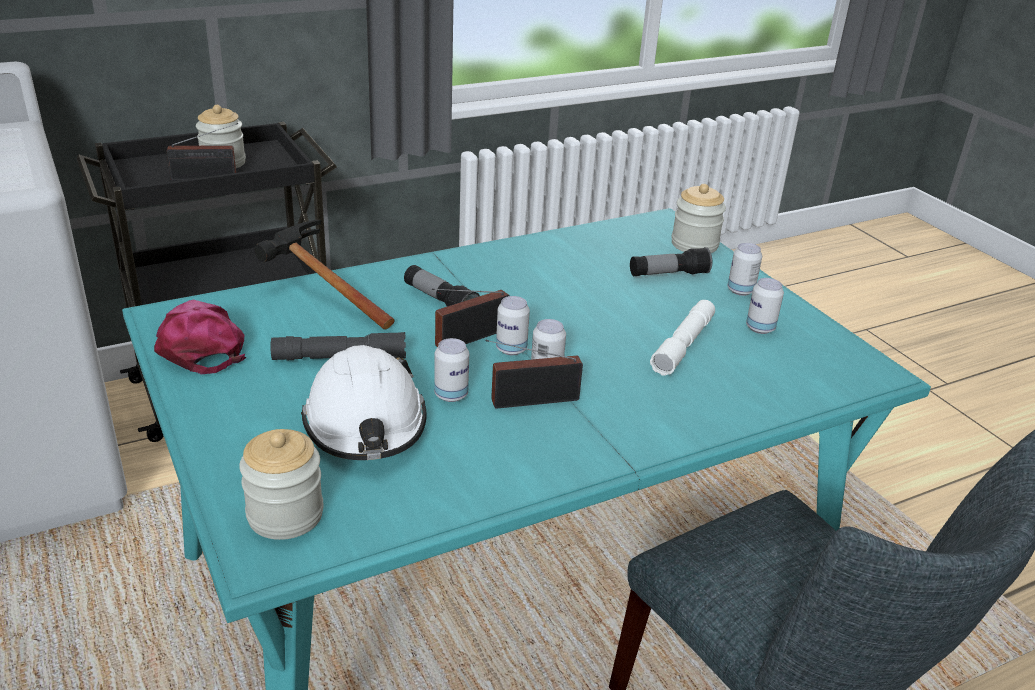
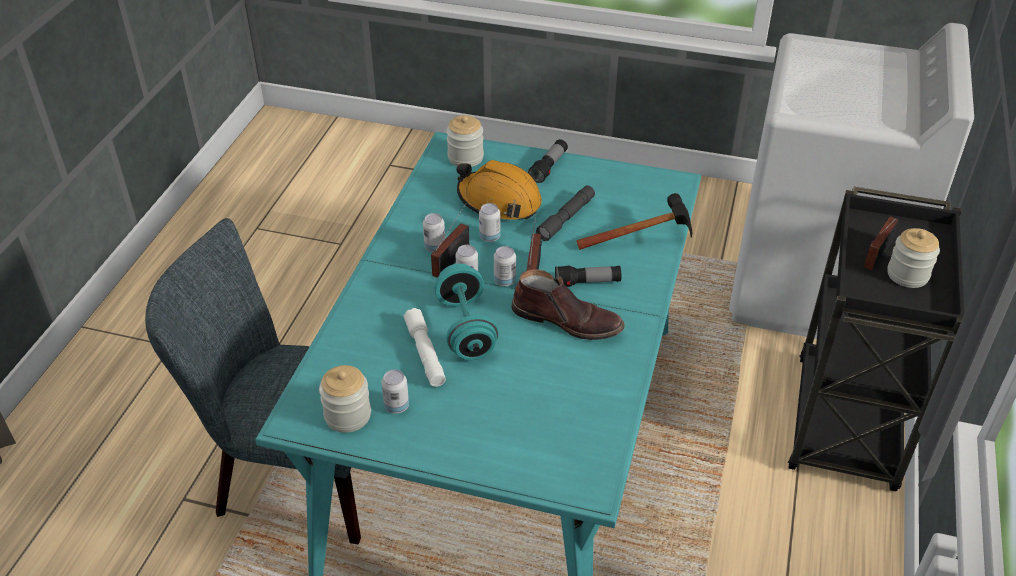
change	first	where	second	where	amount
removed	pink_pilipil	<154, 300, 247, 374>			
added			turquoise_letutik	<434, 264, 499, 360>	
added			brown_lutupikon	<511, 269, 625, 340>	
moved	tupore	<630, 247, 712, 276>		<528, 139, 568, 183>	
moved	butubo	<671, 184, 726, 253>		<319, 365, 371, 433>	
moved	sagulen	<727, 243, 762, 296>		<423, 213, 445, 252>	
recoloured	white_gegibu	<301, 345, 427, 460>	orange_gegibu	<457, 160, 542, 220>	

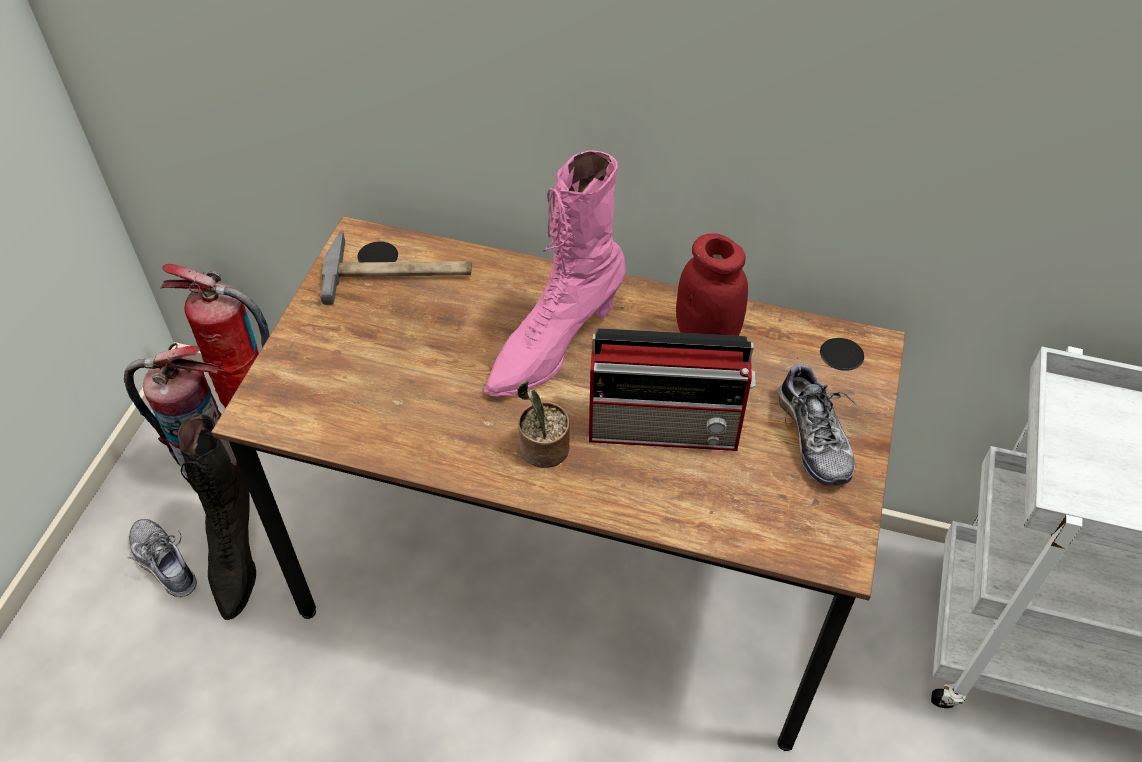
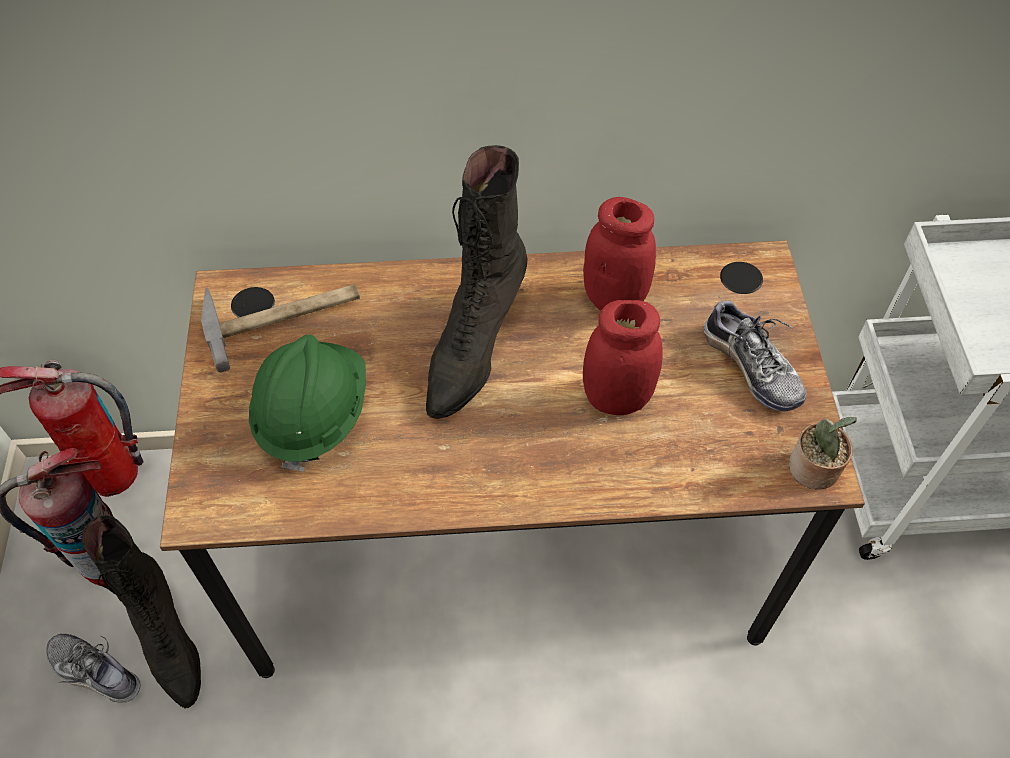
change	first	where	second	where	amount
added			green_gegibu	<249, 335, 366, 472>	
moved	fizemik	<517, 381, 570, 468>		<789, 417, 857, 489>	
replaced	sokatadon	<589, 328, 756, 451>	red_butubo	<583, 300, 663, 415>	
recoloured	pink_lutupikon	<484, 150, 626, 397>	black_lutupikon	<426, 145, 527, 419>	

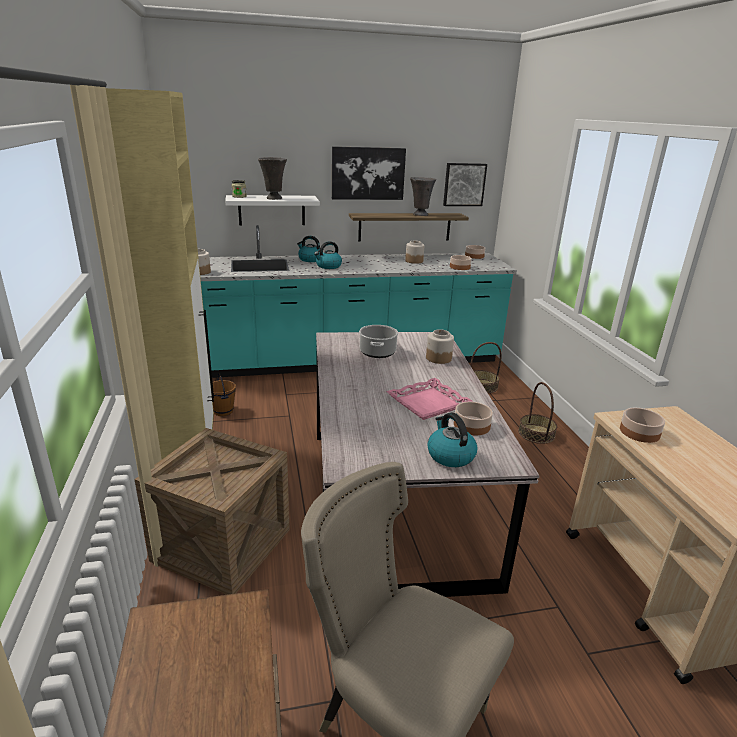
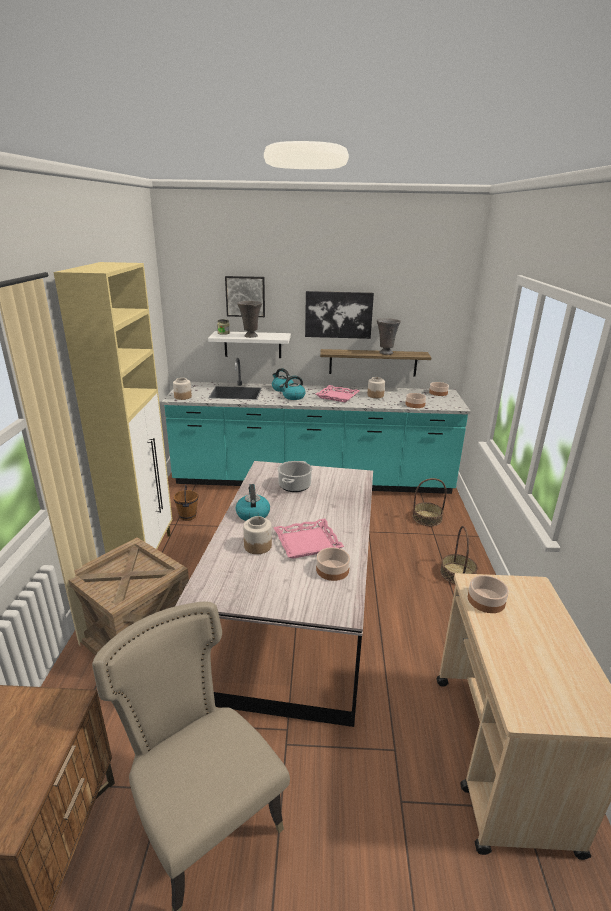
change	first	where	second	where	amount
added			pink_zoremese	<316, 385, 360, 402>	
moved	butubo	<426, 329, 454, 364>		<243, 516, 272, 554>	
moved	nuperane	<427, 413, 478, 467>		<236, 484, 270, 521>	
moved	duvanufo	<443, 163, 487, 206>		<225, 276, 265, 317>	

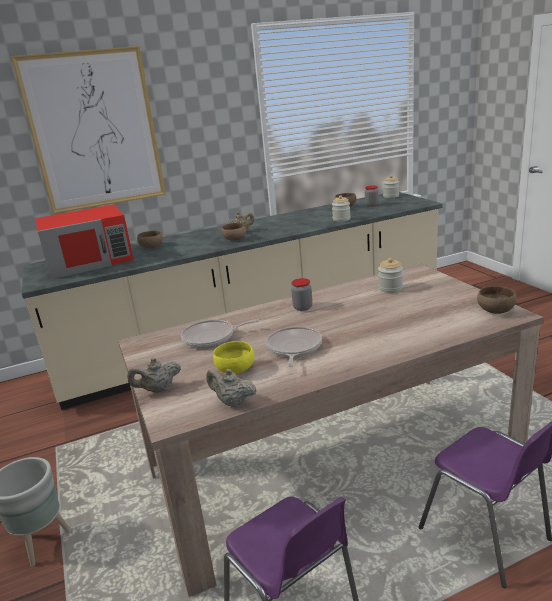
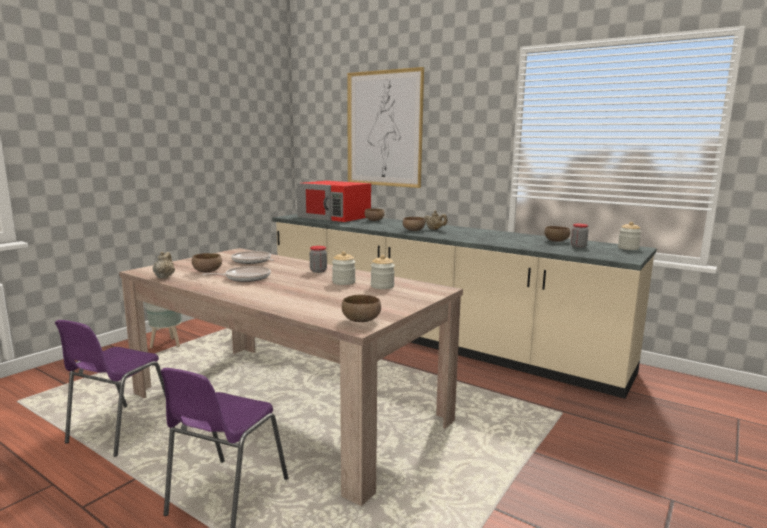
change	first	where	second	where	amount
removed	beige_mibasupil	<127, 358, 181, 393>			
moved	butubo	<332, 195, 350, 222>		<332, 251, 356, 285>	
recoloured	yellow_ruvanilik	<213, 341, 254, 374>	brown_ruvanilik	<192, 253, 222, 273>	

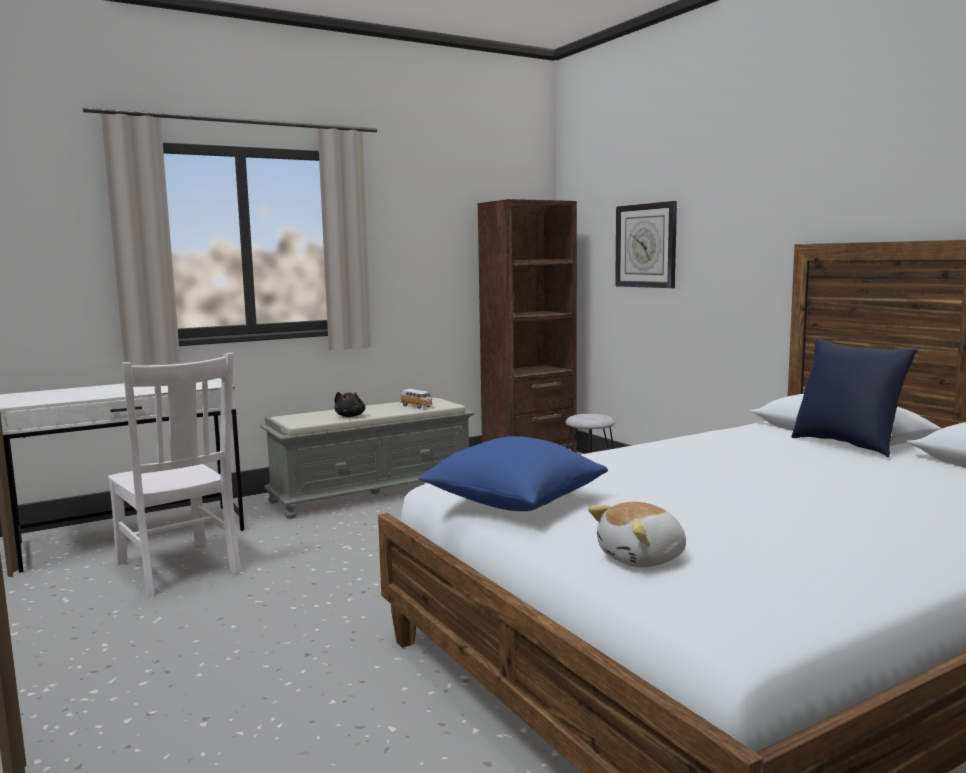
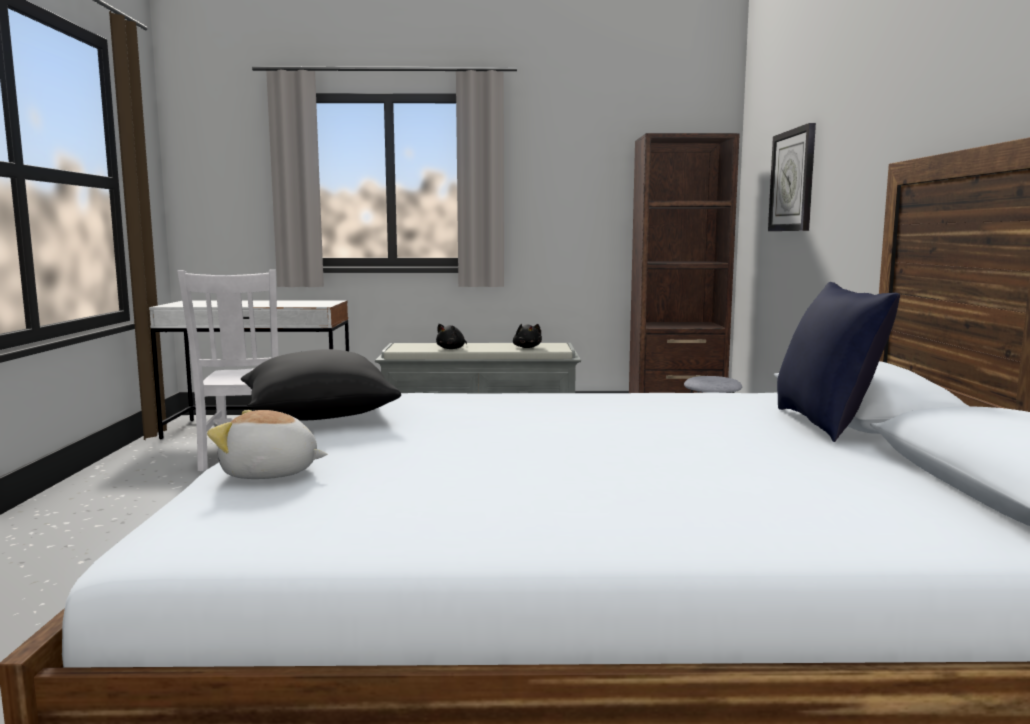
change	first	where	second	where	amount
replaced	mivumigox	<401, 389, 433, 409>	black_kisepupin	<513, 324, 542, 348>	
recoloured	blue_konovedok	<418, 436, 608, 511>	black_konovedok	<241, 349, 401, 420>	

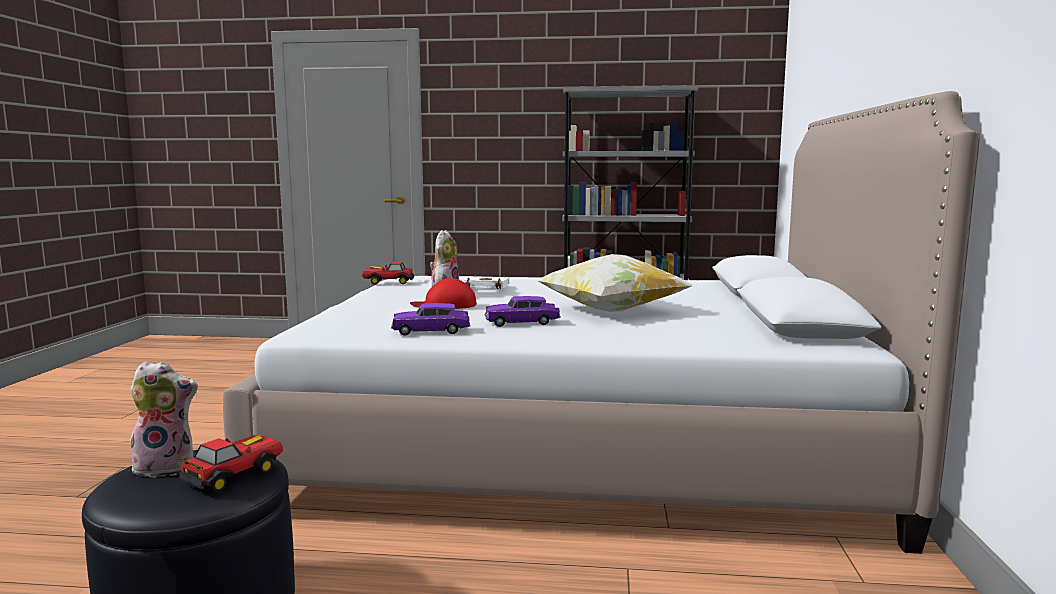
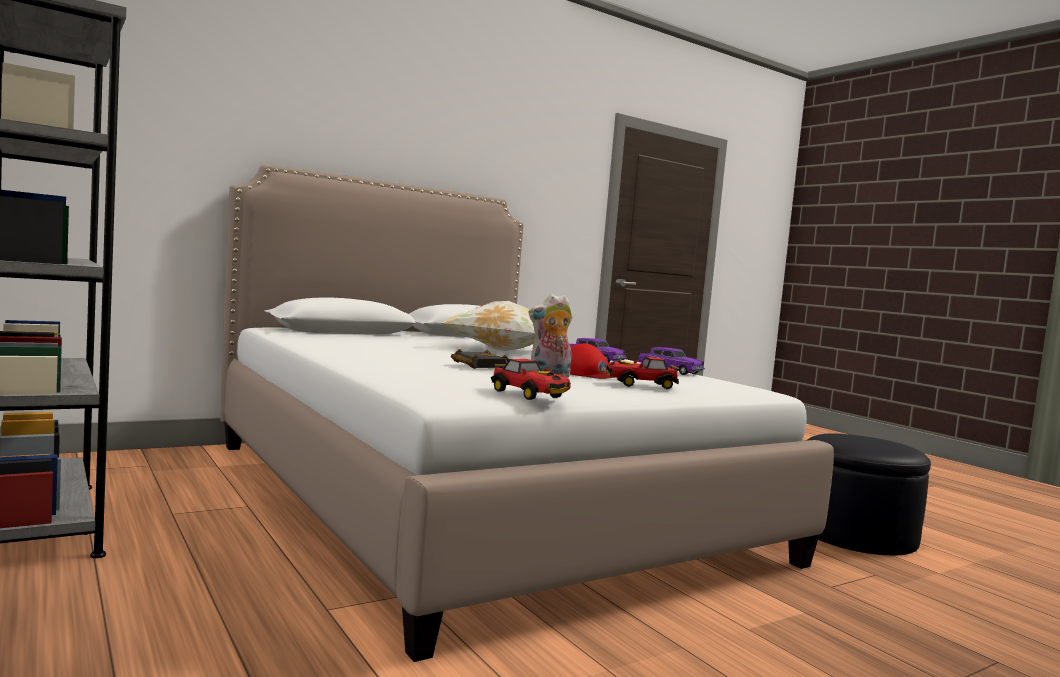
change	first	where	second	where	amount
removed	kisepupin	<130, 361, 198, 477>			
moved	mivumigox	<179, 434, 283, 492>		<605, 357, 679, 389>	
recoloured	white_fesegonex	<464, 275, 509, 289>	black_fesegonex	<451, 349, 509, 369>	

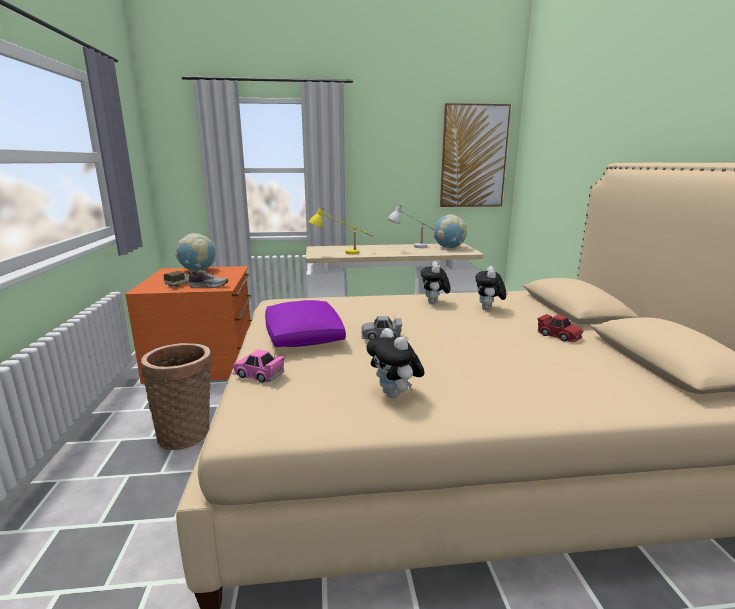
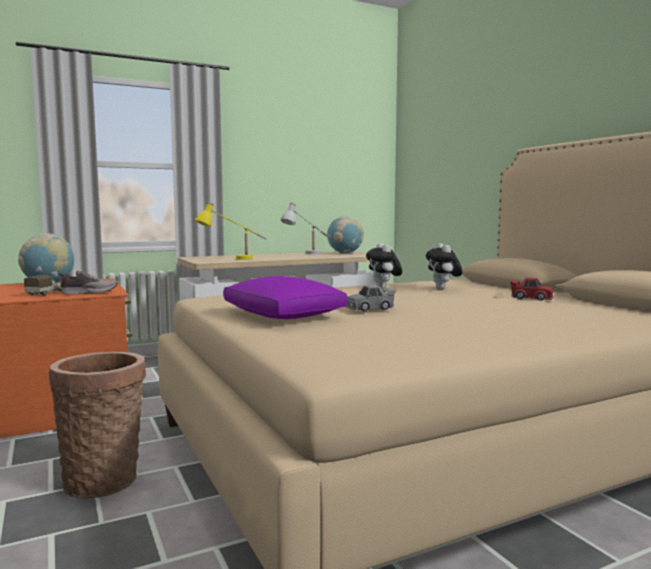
change	first	where	second	where	amount
removed	pink_mivumigox	<233, 349, 285, 383>			
removed	kisepupin	<366, 328, 425, 398>			
removed	duvanufo	<440, 103, 511, 207>			

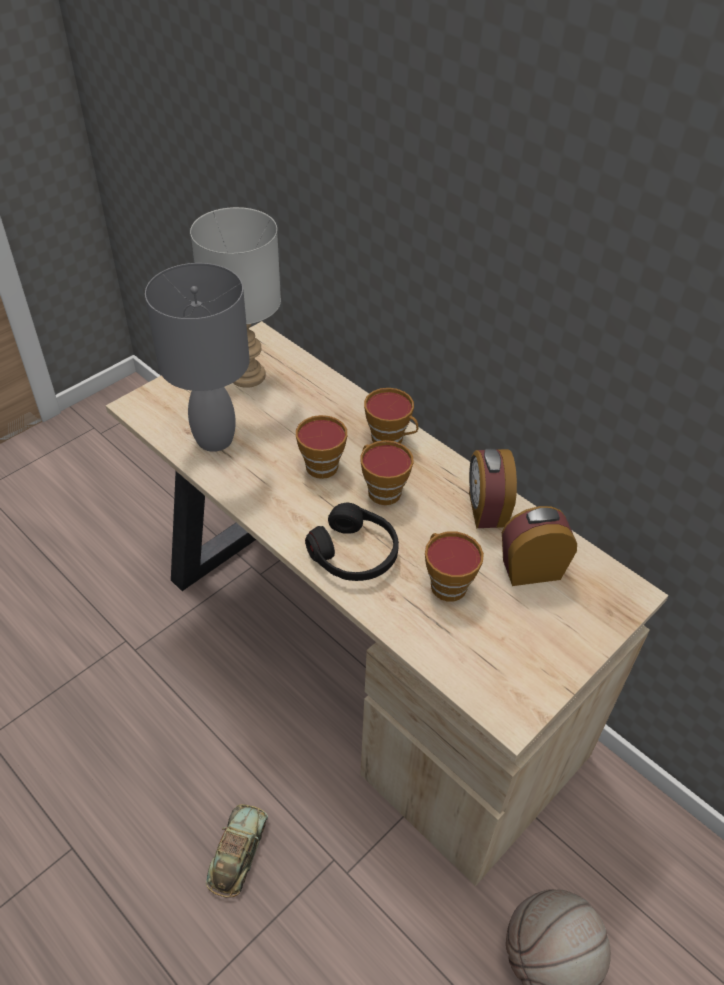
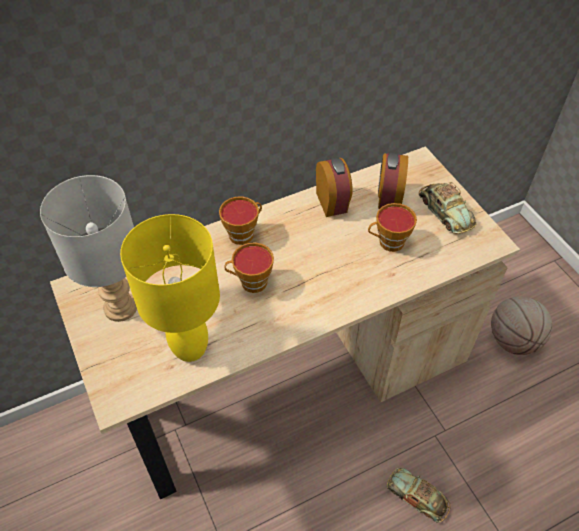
change	first	where	second	where	amount
removed	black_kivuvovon	<305, 503, 399, 581>			
removed	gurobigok	<360, 440, 414, 505>			
added			mivumigox	<419, 182, 476, 234>	
recoloured	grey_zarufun	<145, 263, 250, 452>	yellow_zarufun	<120, 214, 220, 362>	
turned	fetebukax	<469, 449, 517, 528>		<316, 158, 352, 217>	120 degrees counterclockwise

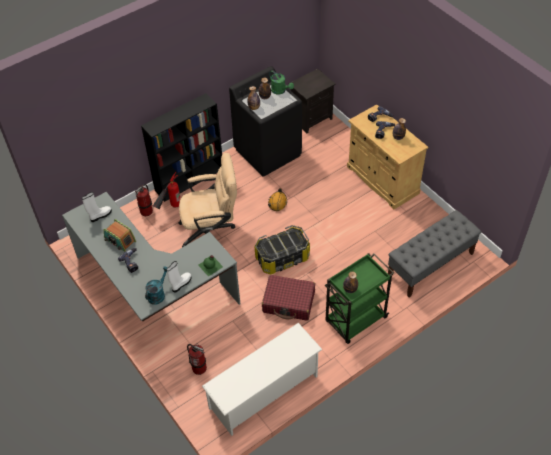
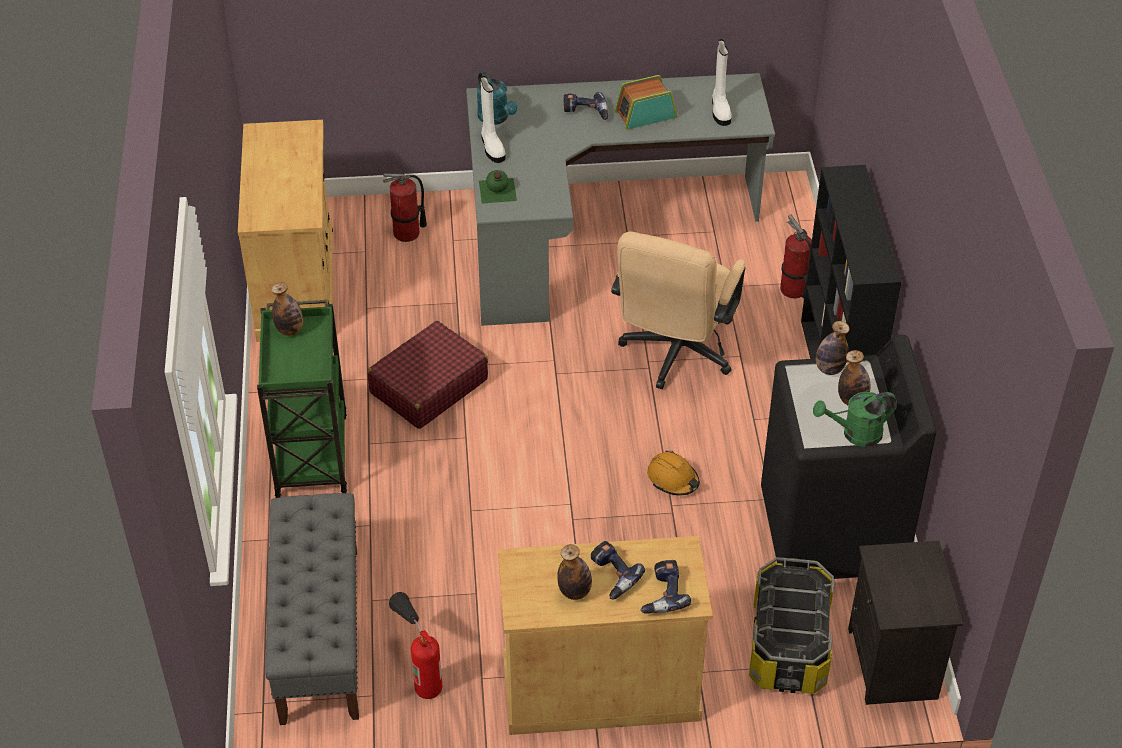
change	first	where	second	where	amount
moved	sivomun	<153, 172, 181, 210>		<389, 592, 442, 699>	
moved	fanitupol	<254, 225, 310, 274>		<749, 557, 834, 694>	
replaced	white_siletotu	<202, 323, 322, 436>	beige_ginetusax	<238, 120, 333, 342>	

